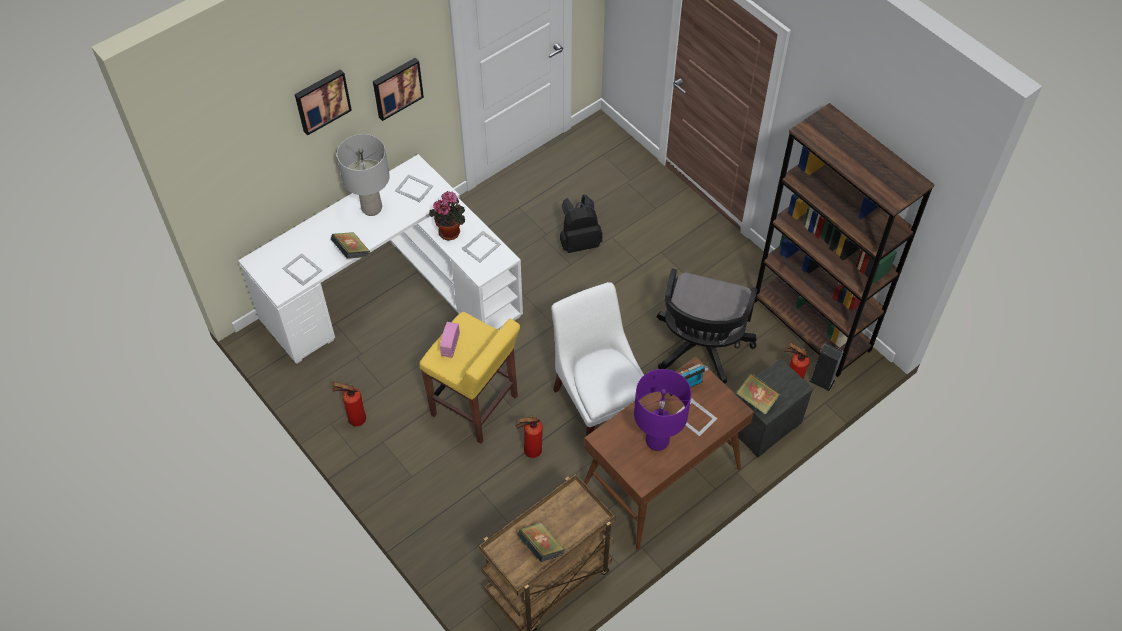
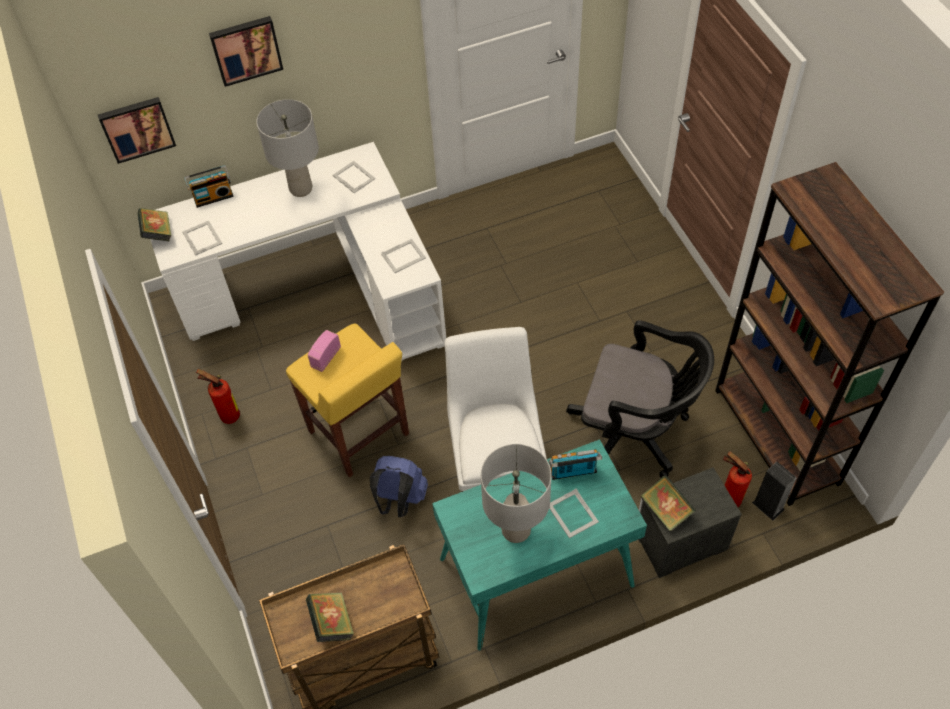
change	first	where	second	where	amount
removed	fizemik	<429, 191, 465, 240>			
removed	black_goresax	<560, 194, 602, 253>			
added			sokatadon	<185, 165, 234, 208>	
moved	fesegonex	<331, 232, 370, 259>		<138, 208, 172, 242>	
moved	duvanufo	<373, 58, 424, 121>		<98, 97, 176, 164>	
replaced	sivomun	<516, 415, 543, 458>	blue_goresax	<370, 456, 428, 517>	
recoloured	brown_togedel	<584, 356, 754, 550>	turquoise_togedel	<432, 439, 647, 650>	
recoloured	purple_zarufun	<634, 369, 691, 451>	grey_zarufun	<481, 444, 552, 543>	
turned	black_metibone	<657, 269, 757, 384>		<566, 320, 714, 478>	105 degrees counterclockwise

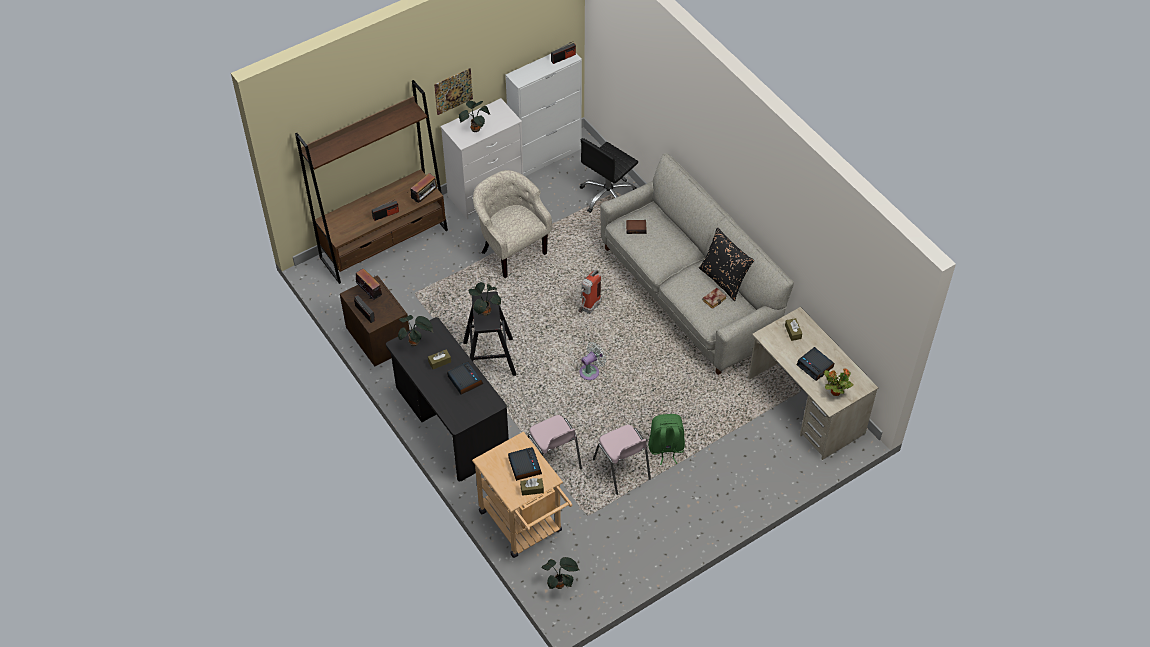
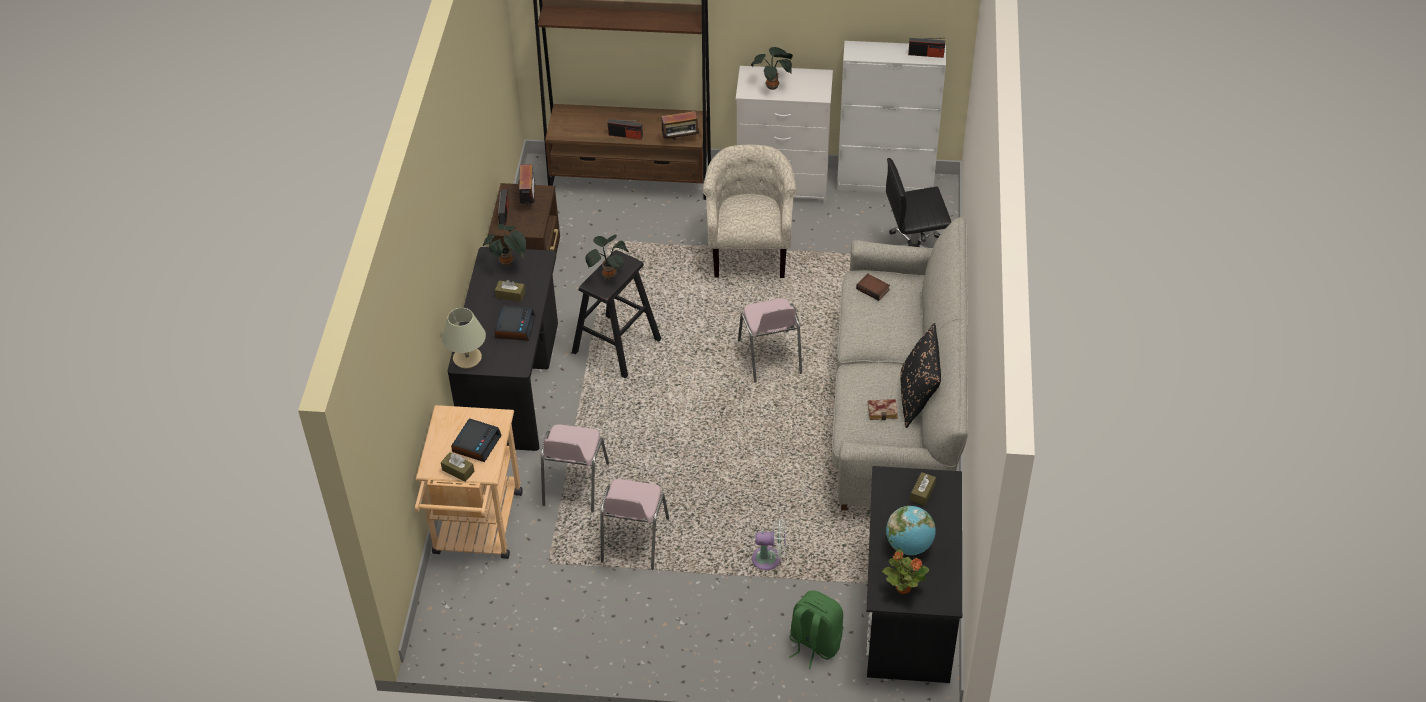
change	first	where	second	where	amount
removed	duvanufo	<434, 68, 473, 115>			
removed	fizemik	<541, 557, 579, 589>			
added			beige_zarufun	<442, 308, 486, 368>	
moved	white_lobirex	<579, 342, 606, 380>		<752, 519, 786, 570>	
moved	green_goresax	<648, 414, 685, 465>		<789, 590, 843, 669>	
replaced	sivomun	<578, 269, 602, 314>	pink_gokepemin	<738, 298, 802, 383>	
replaced	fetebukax	<797, 347, 834, 381>	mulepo	<886, 506, 936, 555>	
recoloured	beige_togedel	<748, 307, 879, 460>	black_togedel	<866, 466, 962, 683>	

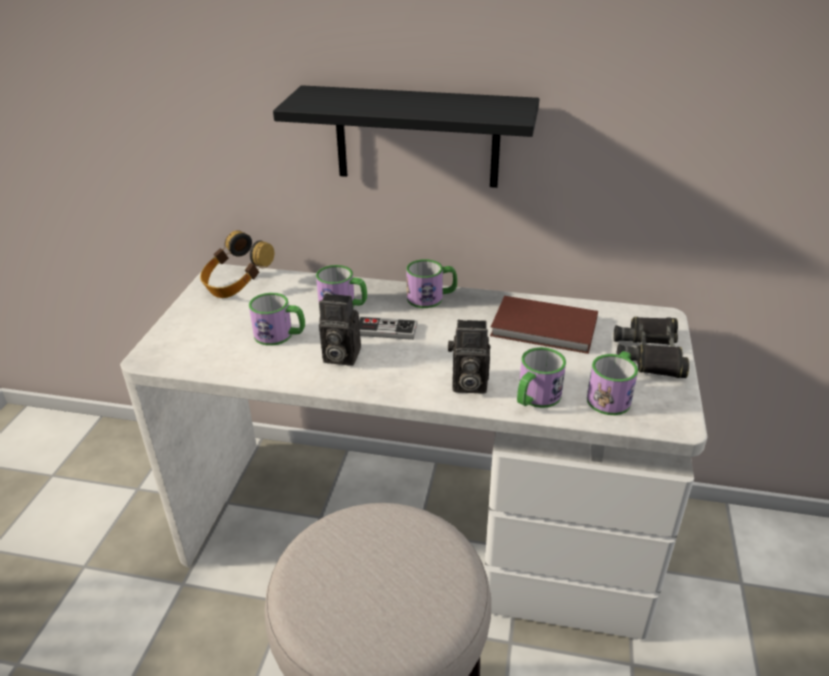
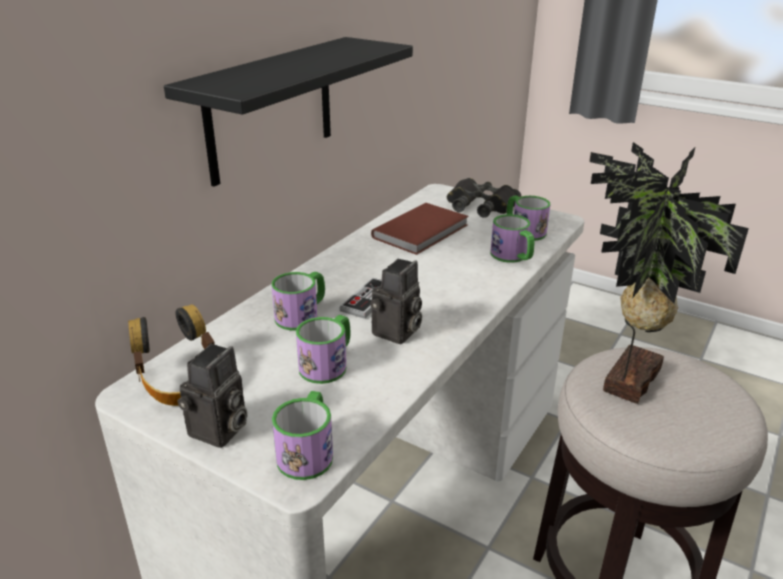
change	first	where	second	where	amount
added			fizemik	<589, 142, 749, 404>	
moved	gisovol	<406, 259, 457, 308>		<272, 391, 333, 480>	
moved	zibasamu	<448, 320, 491, 394>		<177, 344, 248, 448>	

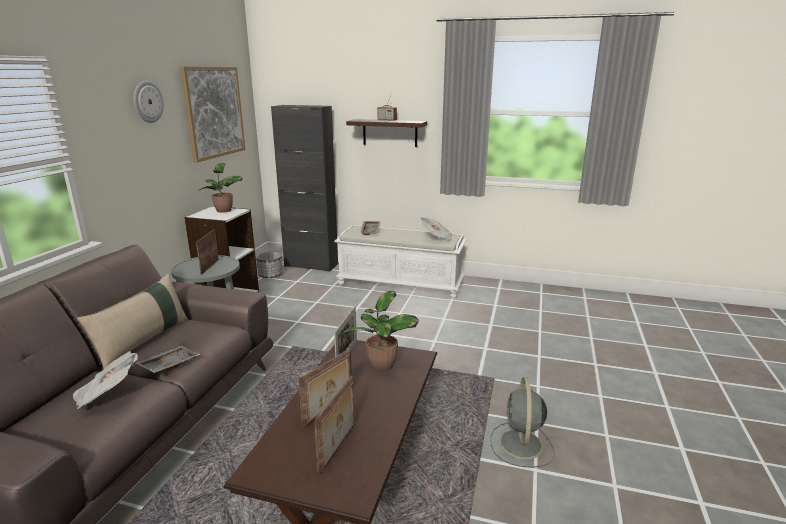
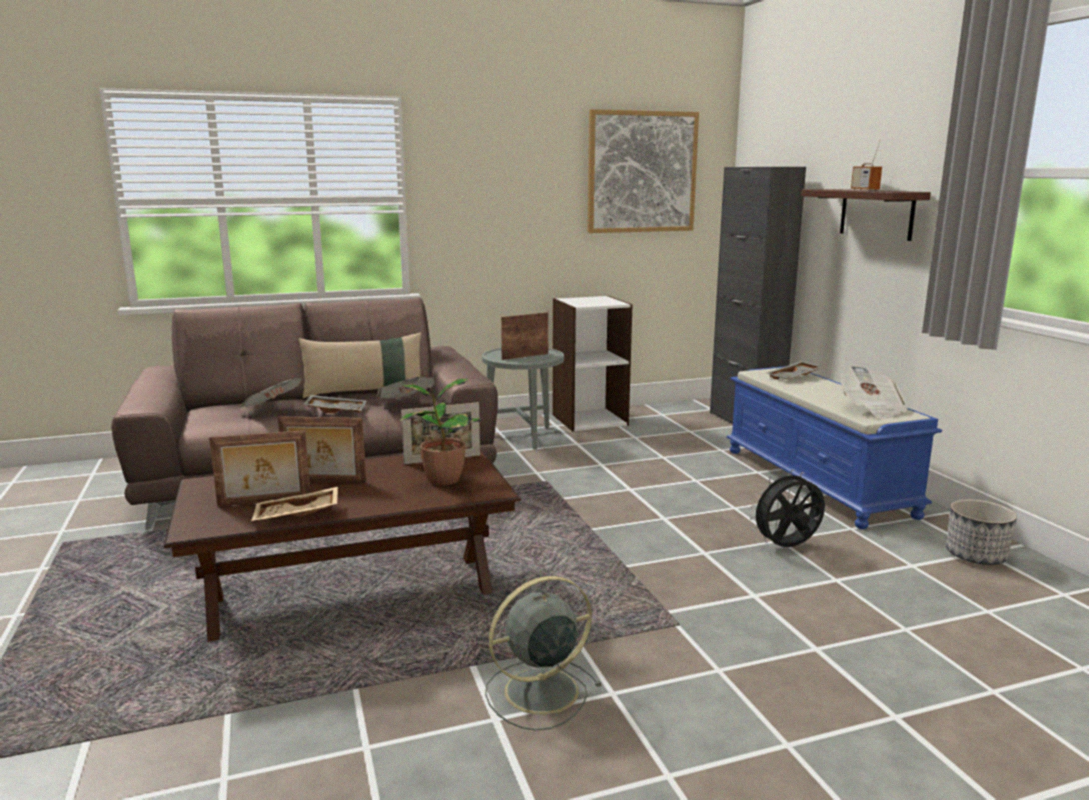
change	first	where	second	where	amount
removed	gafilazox	<134, 80, 164, 123>			
removed	fizemik	<199, 163, 242, 213>			
added			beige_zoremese	<251, 487, 338, 521>	
added			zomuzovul	<377, 377, 435, 399>	
added			black_lobirex	<750, 470, 825, 547>	
moved	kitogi	<256, 252, 283, 278>		<946, 499, 1017, 565>	
recoloured	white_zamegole	<334, 225, 466, 299>	blue_zamegole	<726, 366, 942, 529>	

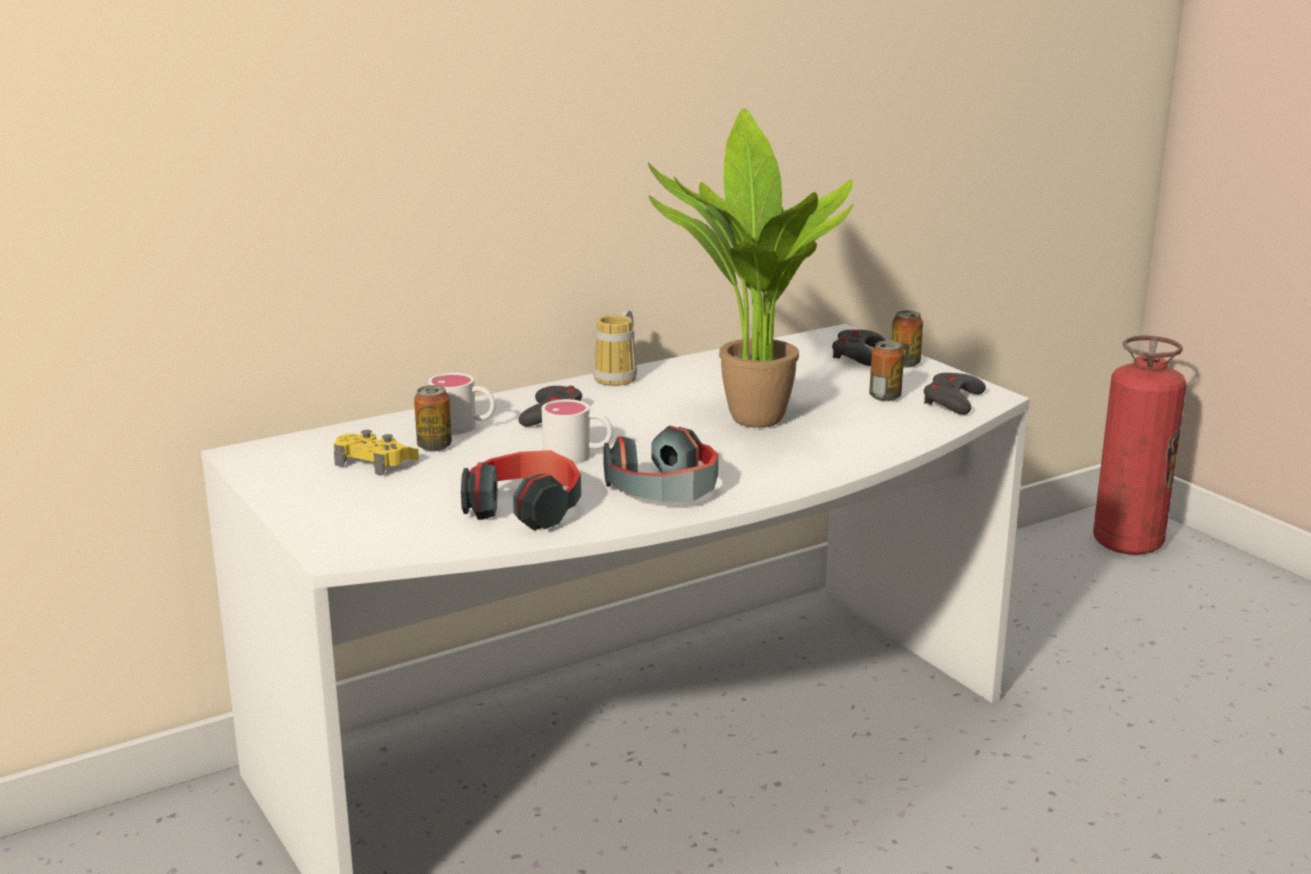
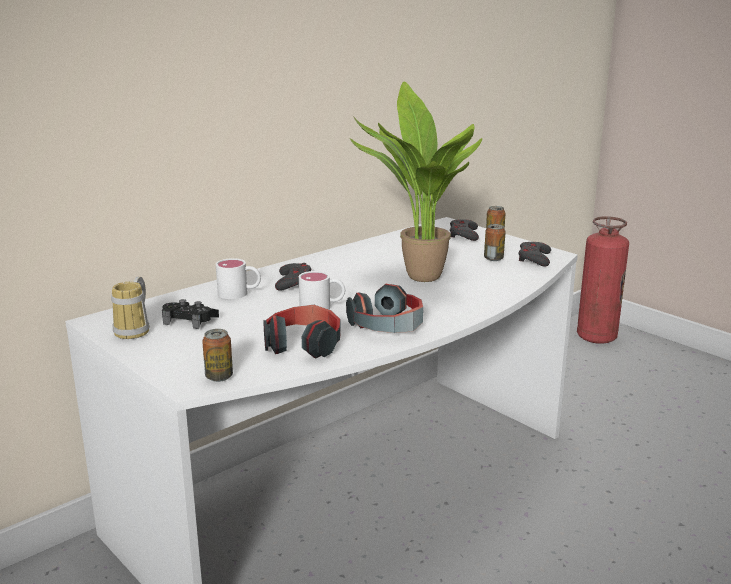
change	first	where	second	where	amount
moved	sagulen	<414, 385, 452, 451>		<202, 329, 233, 382>	
moved	gisovol	<593, 310, 637, 386>		<111, 277, 150, 339>	
recoloured	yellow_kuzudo	<334, 430, 419, 476>	black_kuzudo	<162, 299, 219, 329>	

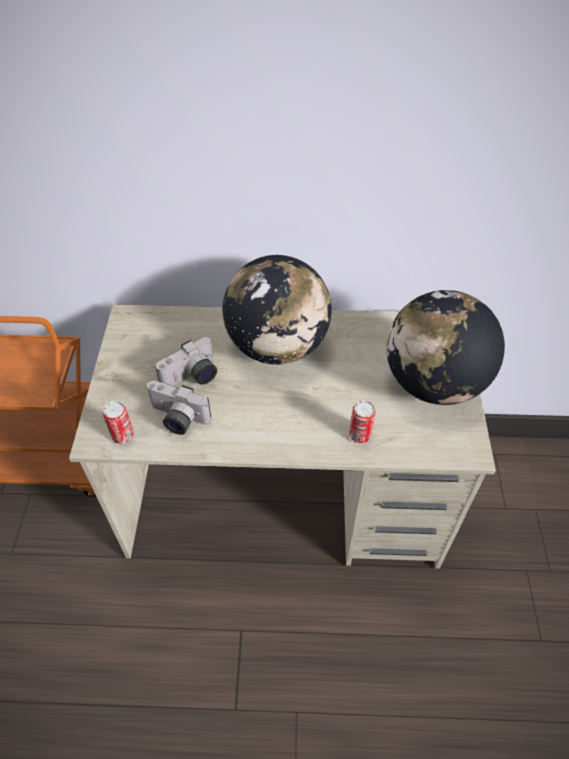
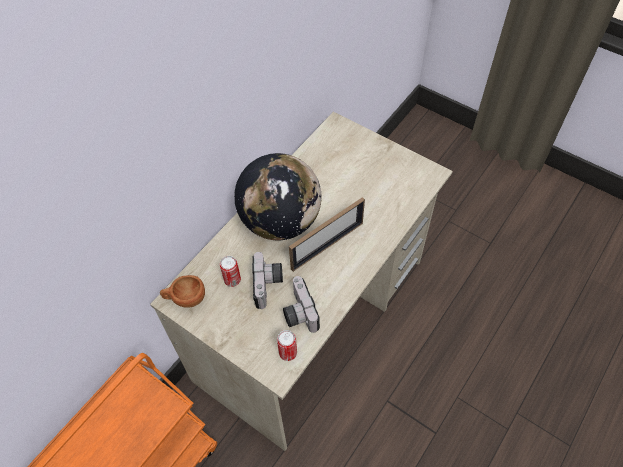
change	first	where	second	where	amount
removed	mulepo	<386, 290, 505, 405>			
added			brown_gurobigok	<160, 275, 205, 308>	
added			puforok	<289, 197, 365, 272>	
moved	sagulen	<349, 400, 376, 443>		<220, 256, 241, 287>	
turned	zibasamu	<147, 380, 211, 435>		<283, 276, 320, 333>	105 degrees clockwise

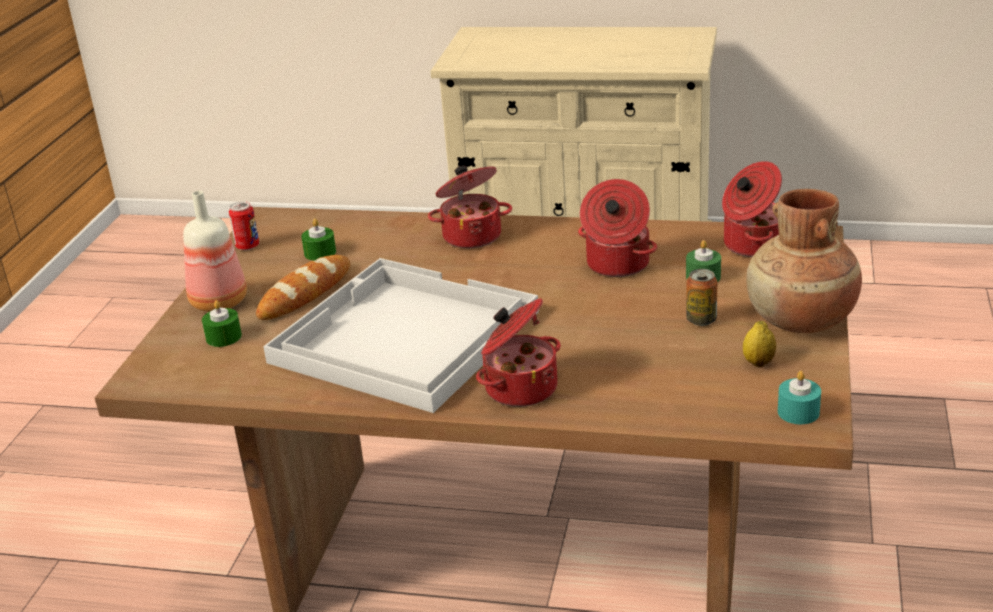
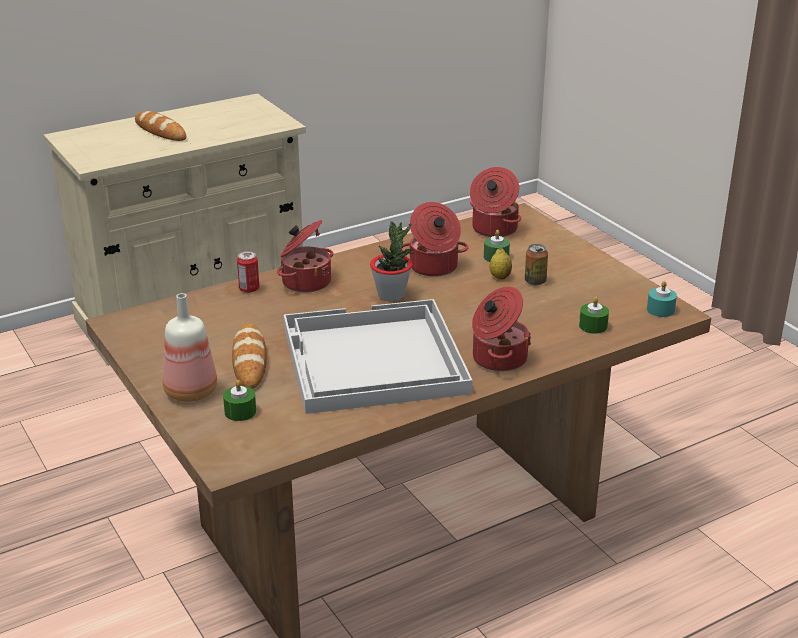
change	first	where	second	where	amount
removed	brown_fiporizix	<746, 189, 862, 333>			
added			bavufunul	<135, 111, 187, 141>	
added			fizemik	<370, 221, 413, 302>	
moved	sagulen	<229, 201, 259, 250>		<237, 251, 259, 293>	
moved	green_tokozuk	<301, 219, 336, 261>		<579, 297, 609, 334>	
moved	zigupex	<743, 321, 776, 367>		<489, 248, 512, 280>	

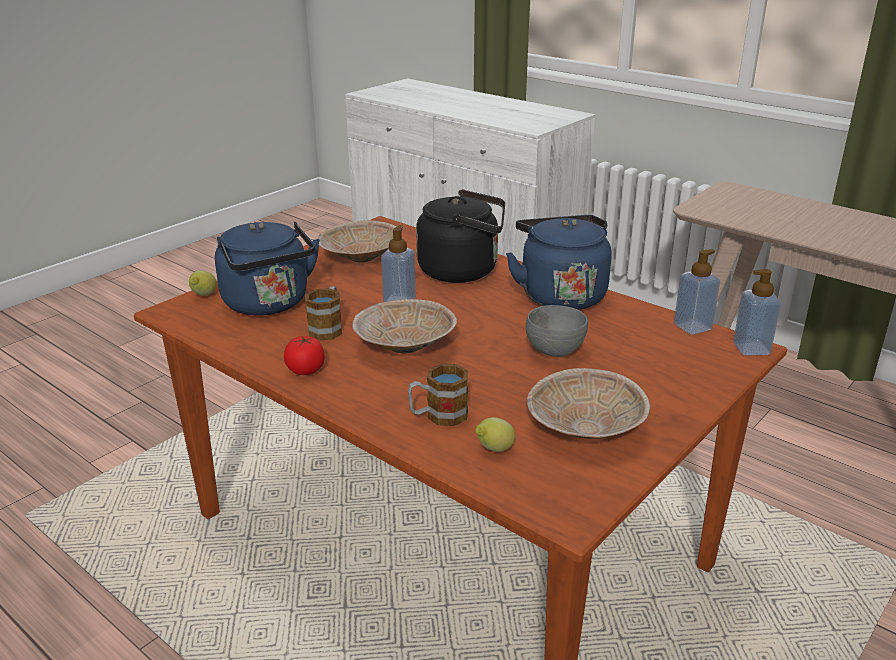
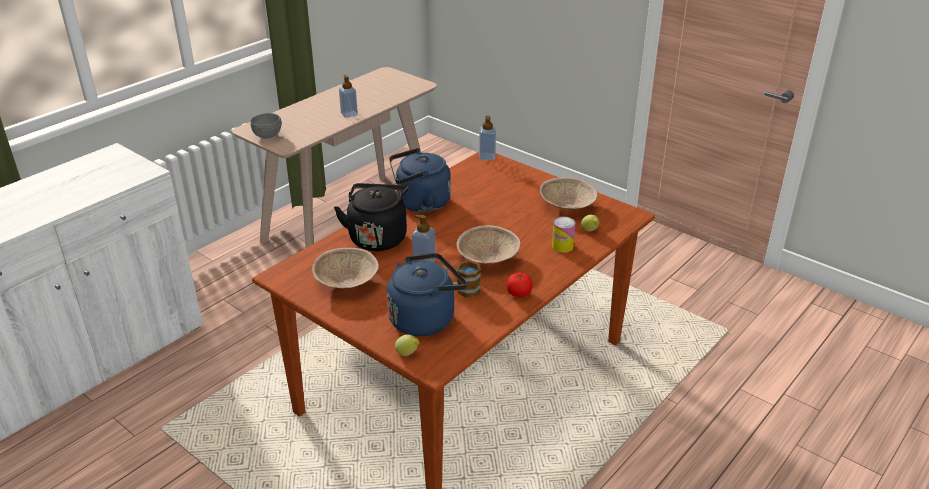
change	first	where	second	where	amount
moved	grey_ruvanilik	<526, 305, 588, 357>		<250, 113, 281, 138>	
moved	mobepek	<674, 249, 720, 335>		<339, 75, 358, 118>	
replaced	gisovol	<408, 364, 468, 426>	sagulen	<552, 217, 575, 253>	

